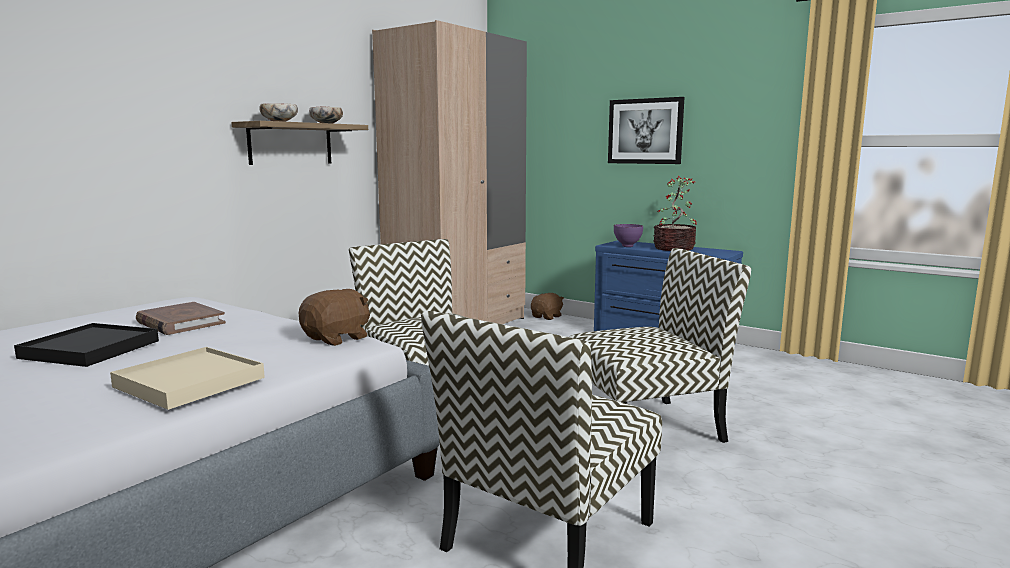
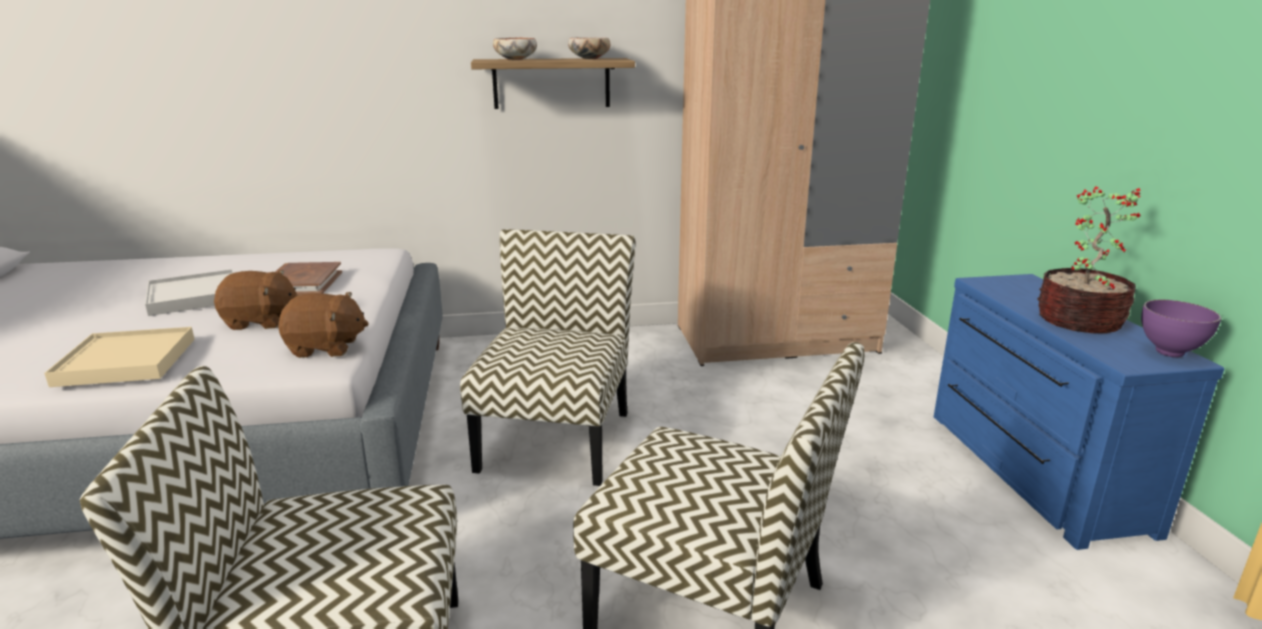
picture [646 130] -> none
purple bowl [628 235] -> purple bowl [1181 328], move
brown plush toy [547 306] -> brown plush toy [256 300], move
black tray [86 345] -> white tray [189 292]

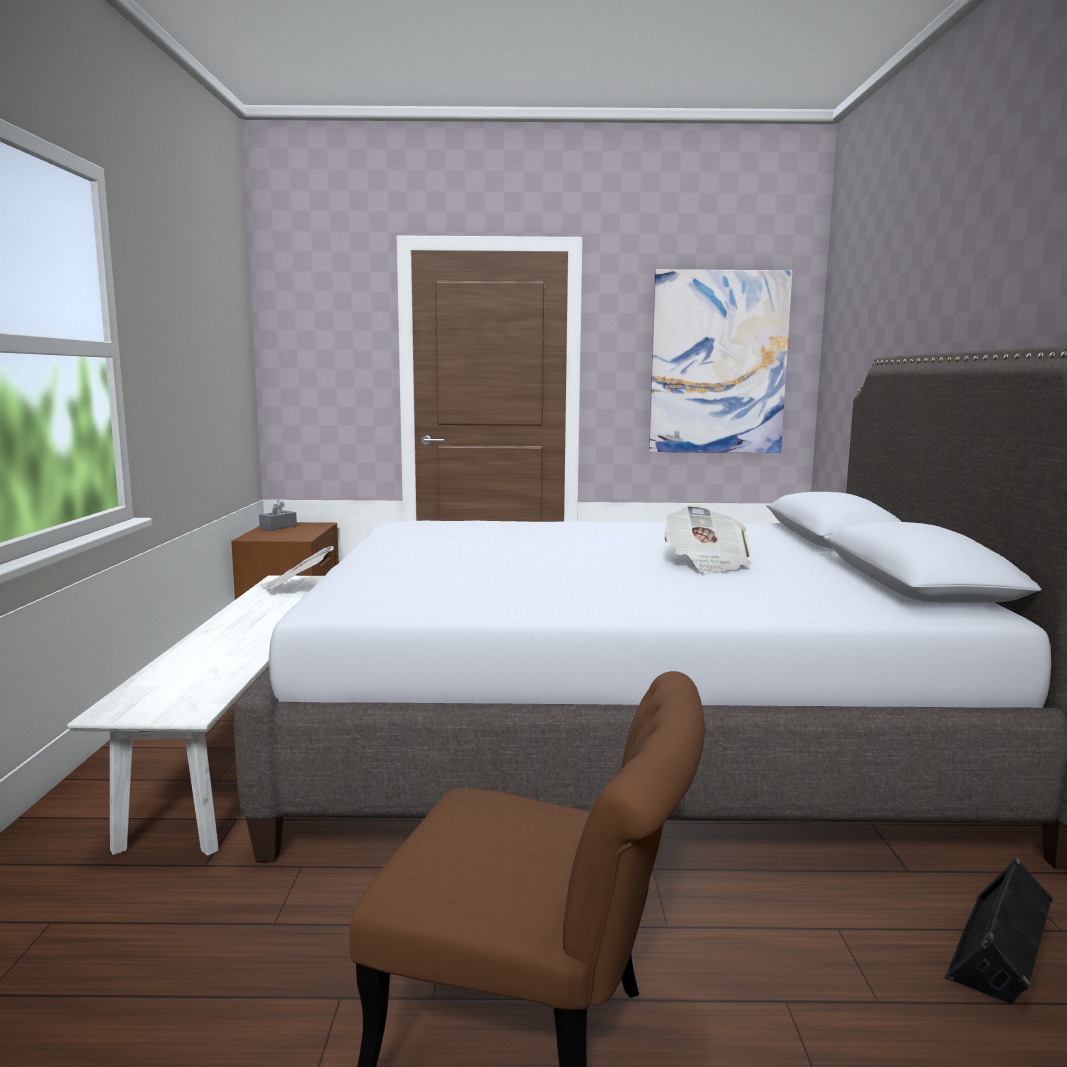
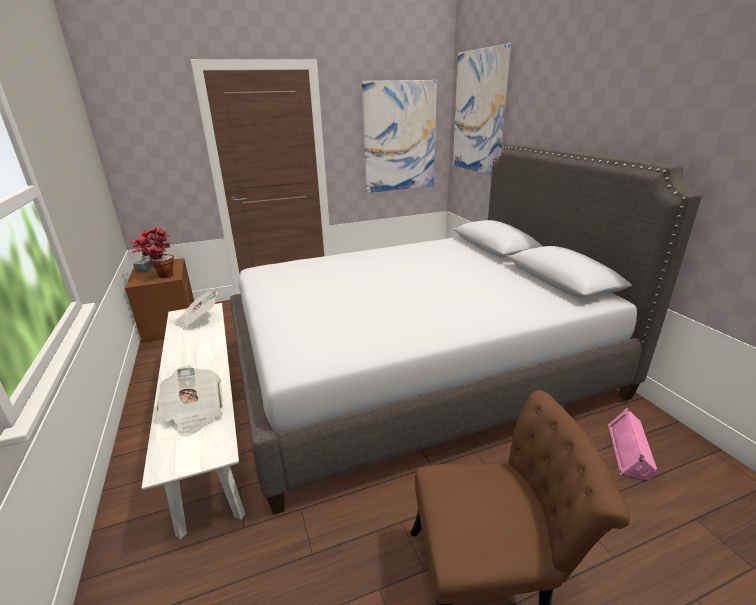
newspaper [707 539] -> newspaper [189 401], move
black speaker [999 930] -> pink speaker [633 444]
none -> picture [482 109]
none -> potted plant [152 253]

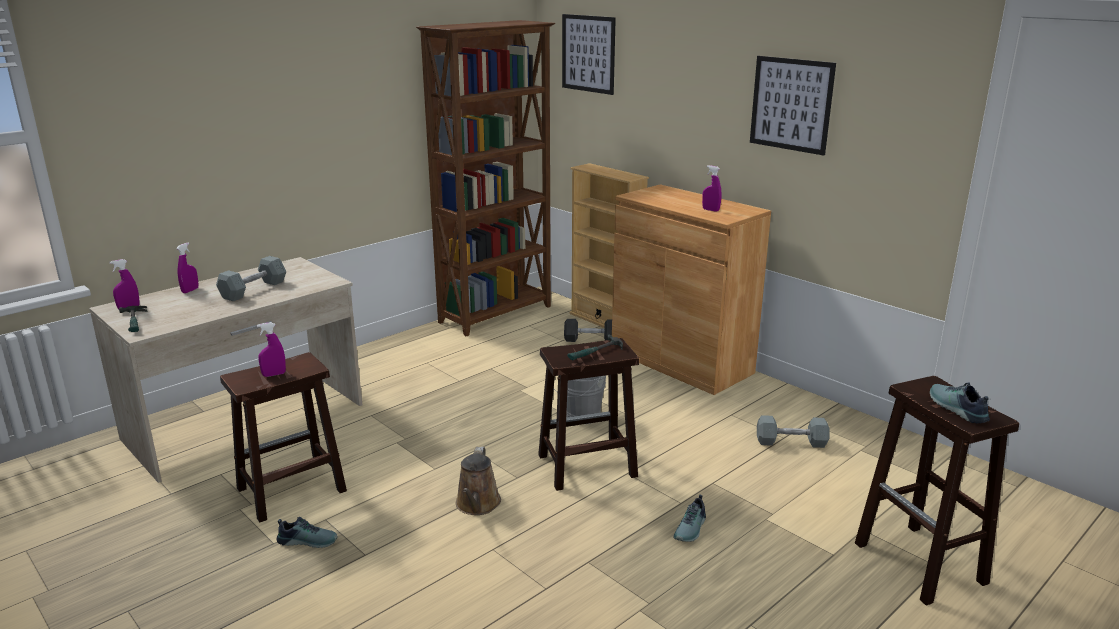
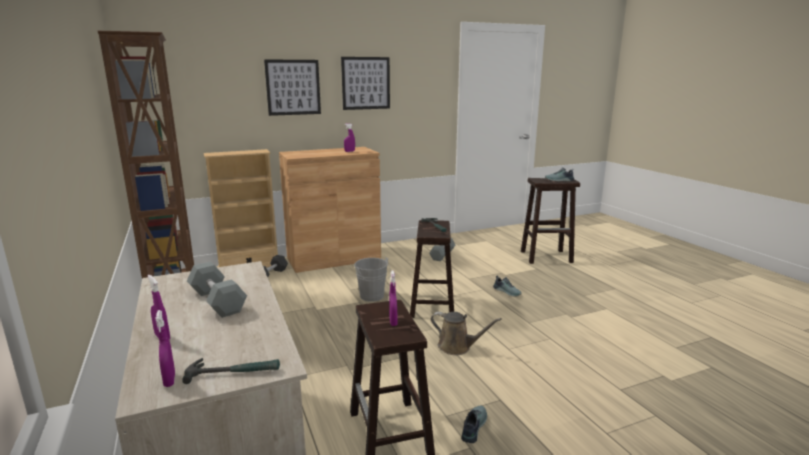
picture [589 54] -> picture [292 87], move

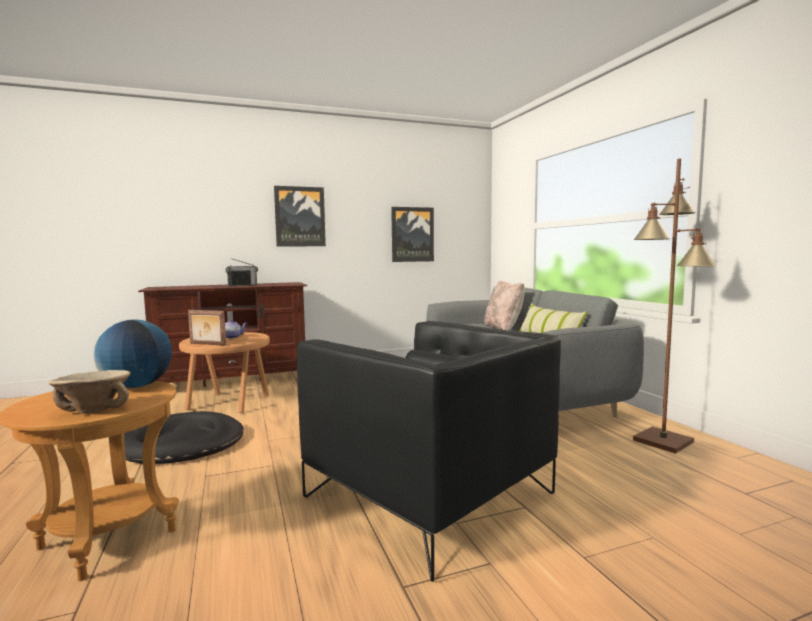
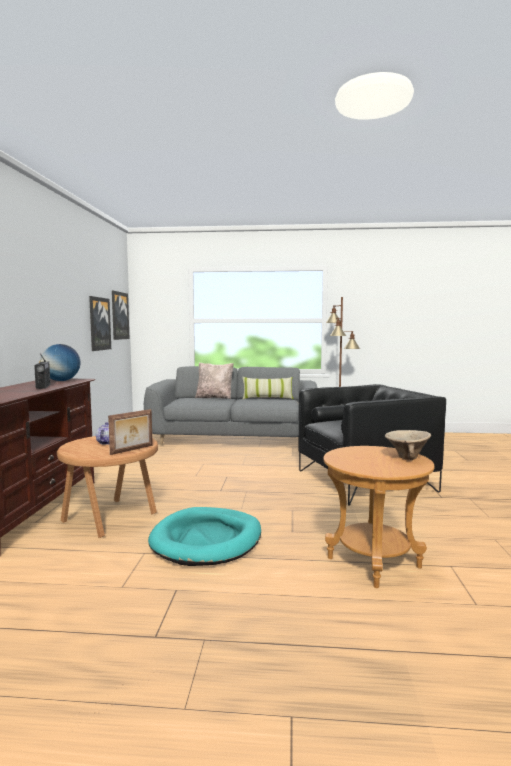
picture [300 216] -> picture [121 315], move
globe [133 354] -> globe [59 362], move
black dog bed [184 437] -> turquoise dog bed [204 536]

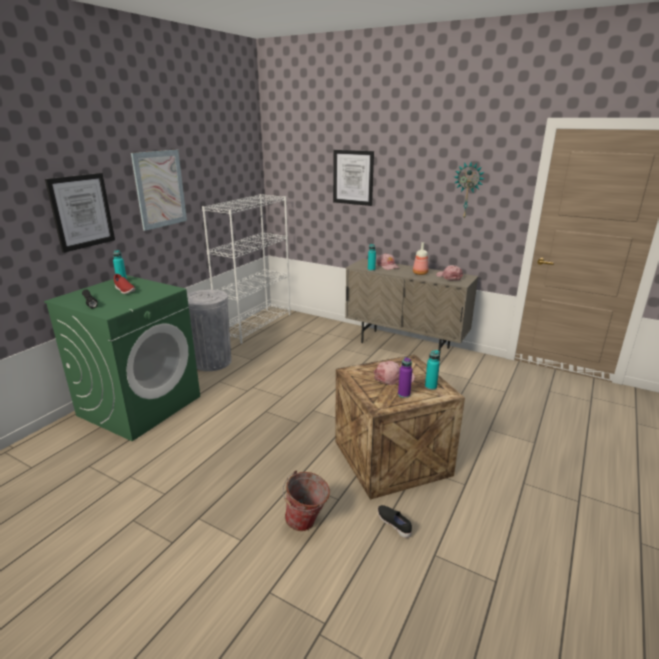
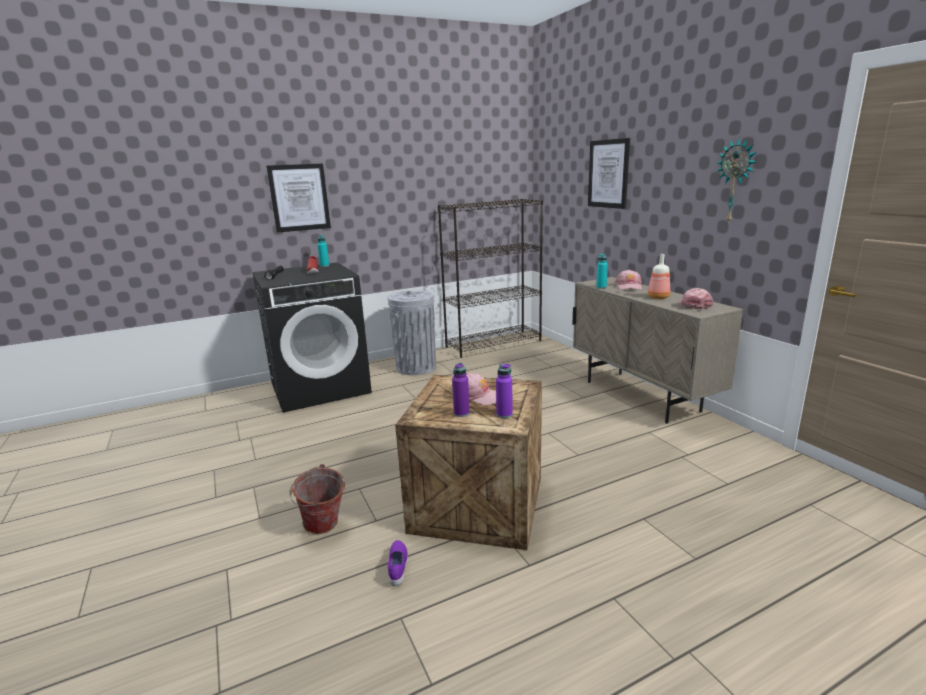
picture [159 190] -> none
white bookcase [246 269] -> black bookcase [490 278]
green washing machine [122 358] -> black washing machine [312 337]
turquoise bottle [432 370] -> purple bottle [504 391]
black shoe [395 521] -> purple shoe [398 563]

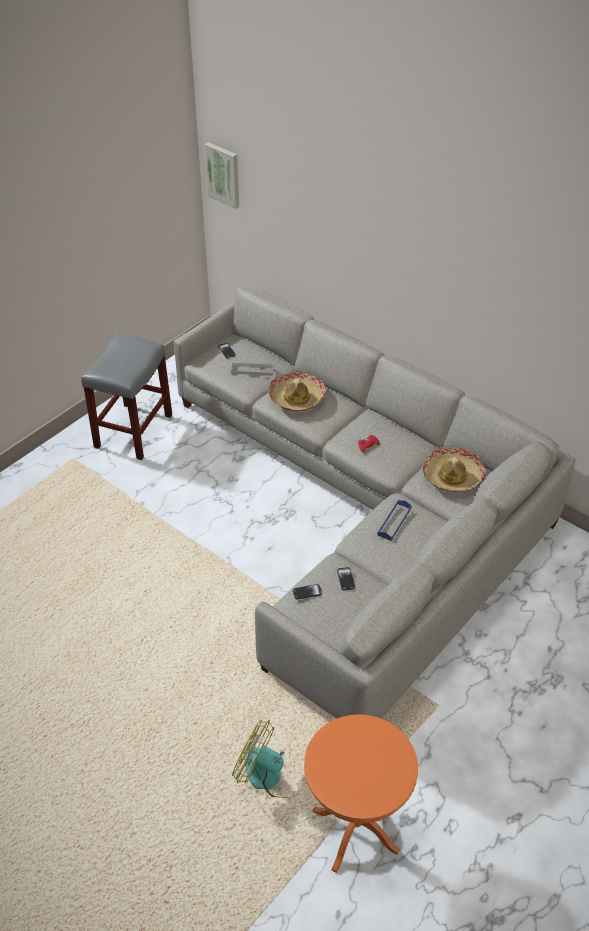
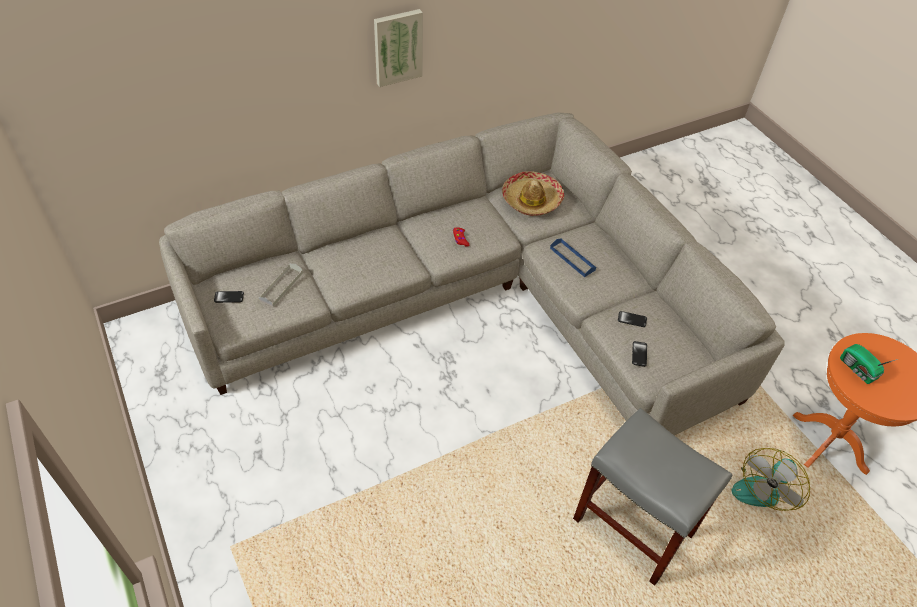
picture [221 175] -> picture [398 48], move
grey stool [126 397] -> grey stool [652 497], move
hat [297 392] -> none
none -> radio [869 364]

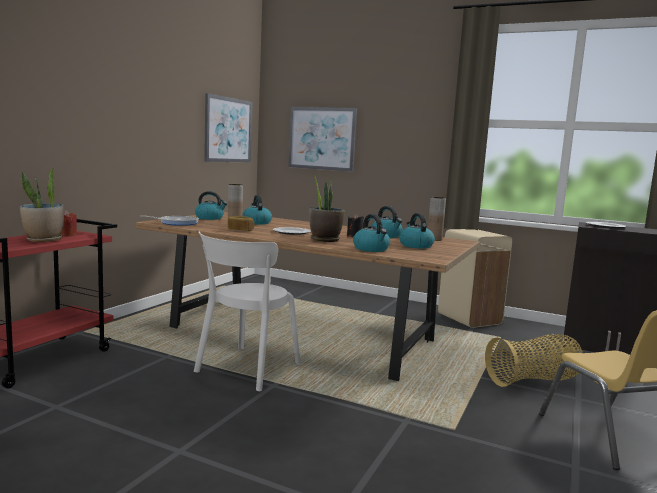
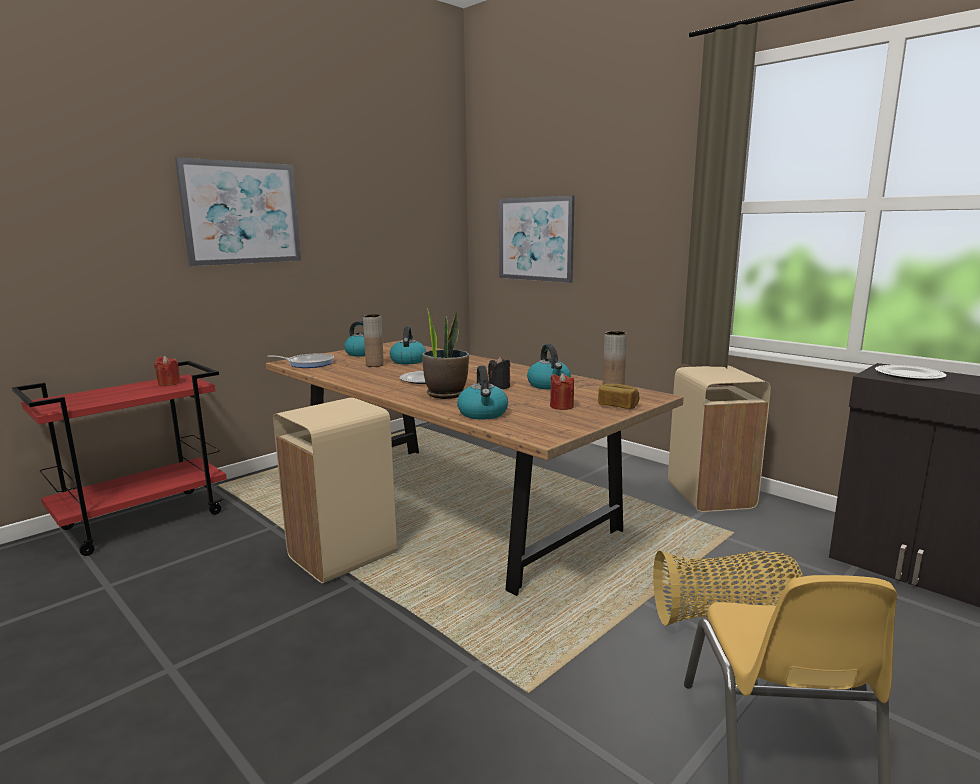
picture [228 127] -> picture [238 211], move
potted plant [42 205] -> none
kettle [417 231] -> red candle [562 391]
bread [241 223] -> bread [618 396], move
white chair [247 311] -> beige trash can [335 490]

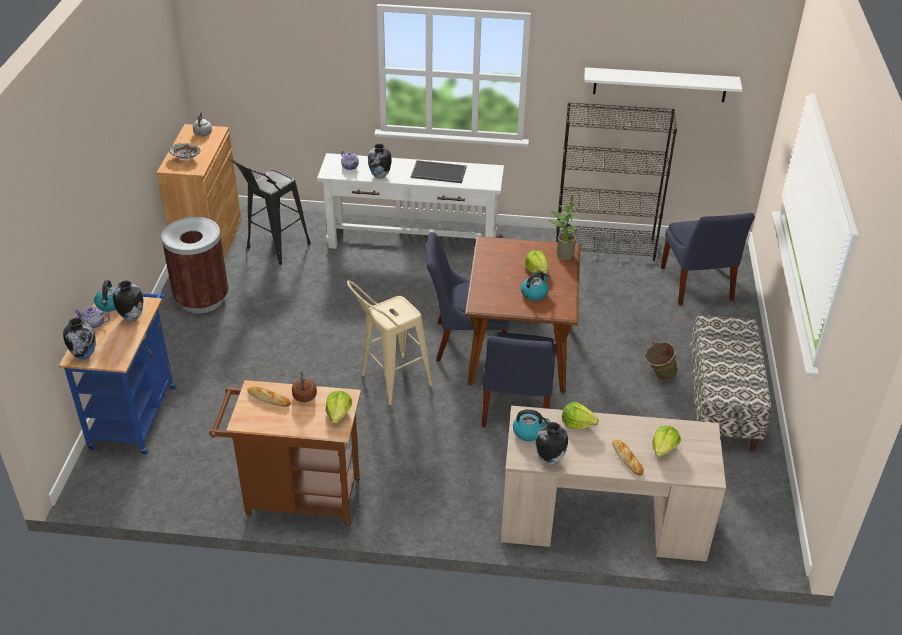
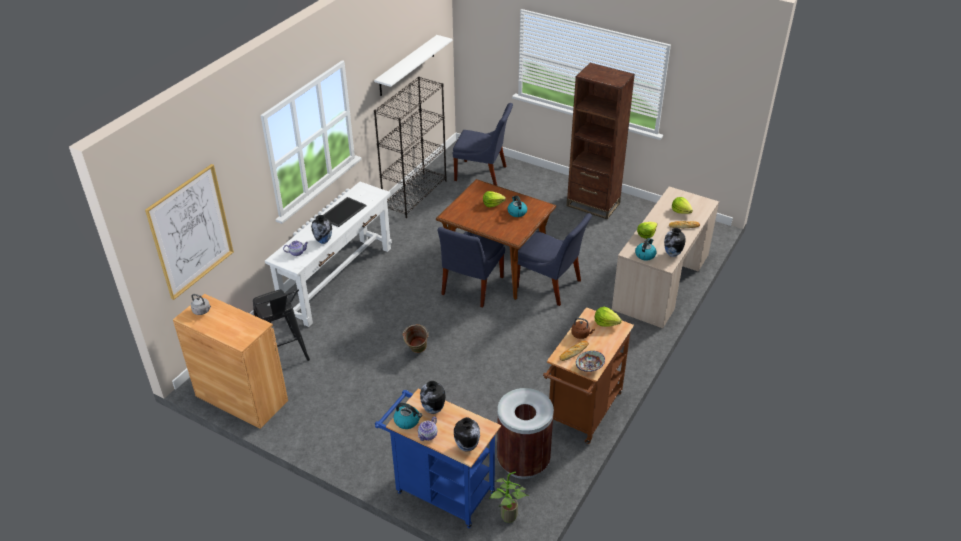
bowl [184 151] -> bowl [590 361], move
potted plant [564 227] -> potted plant [509 497], move
brown trash can [195 265] -> brown trash can [525 433], move
beige stool [389 342] -> none
bench [730 383] -> brown bookcase [601 141]
green bucket [661 361] -> green bucket [415 338], move
none -> picture [189 232]

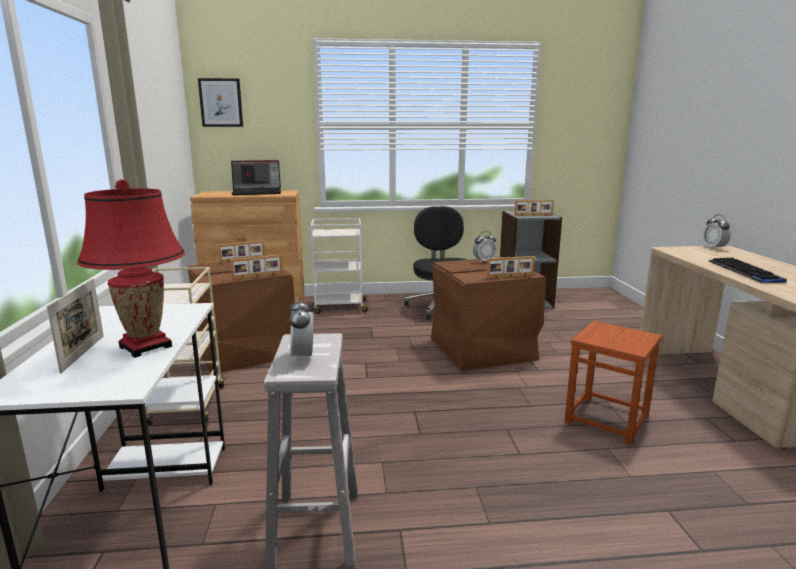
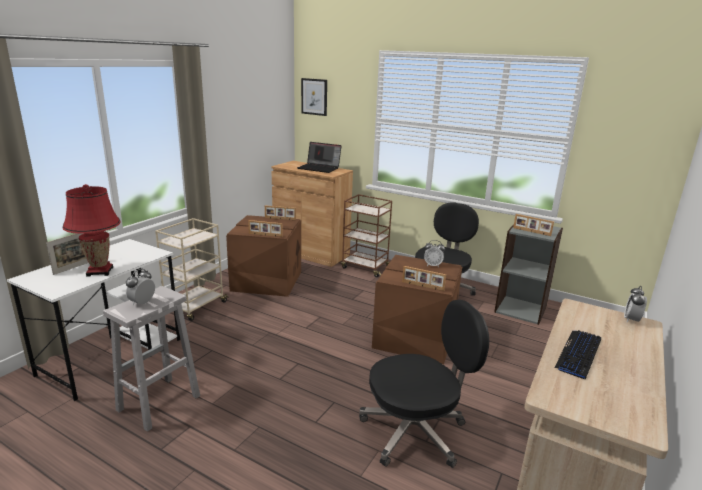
white cart [340 266] -> brown cart [366 235]
brown stool [613 383] -> black office chair [424 384]

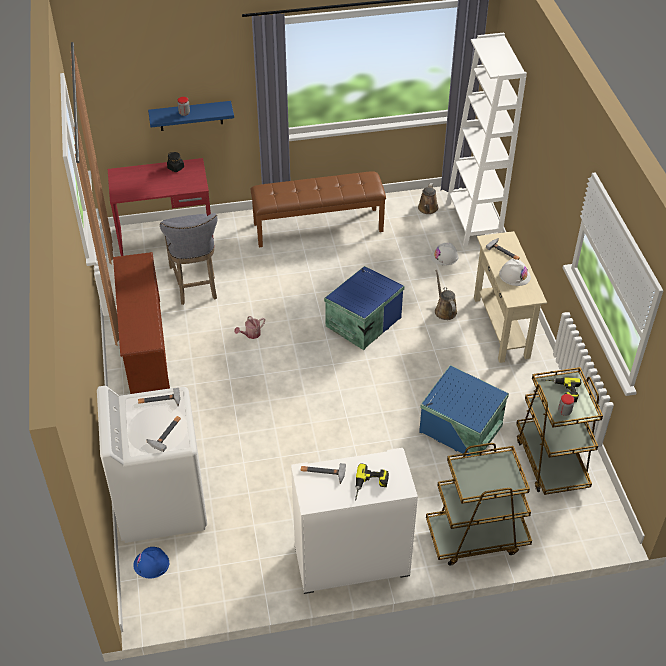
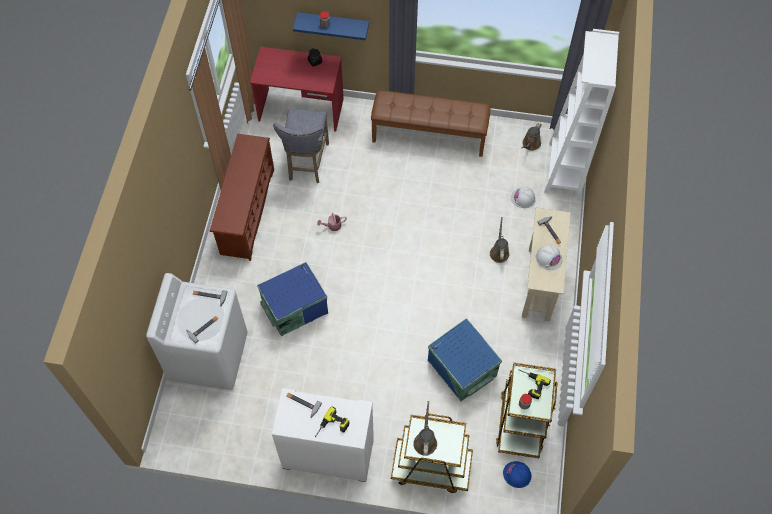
blue storage box [364 308] -> blue storage box [292 299], move
blue hard hat [151 562] -> blue hard hat [517 474], move
none -> brown watering can [425 428]

